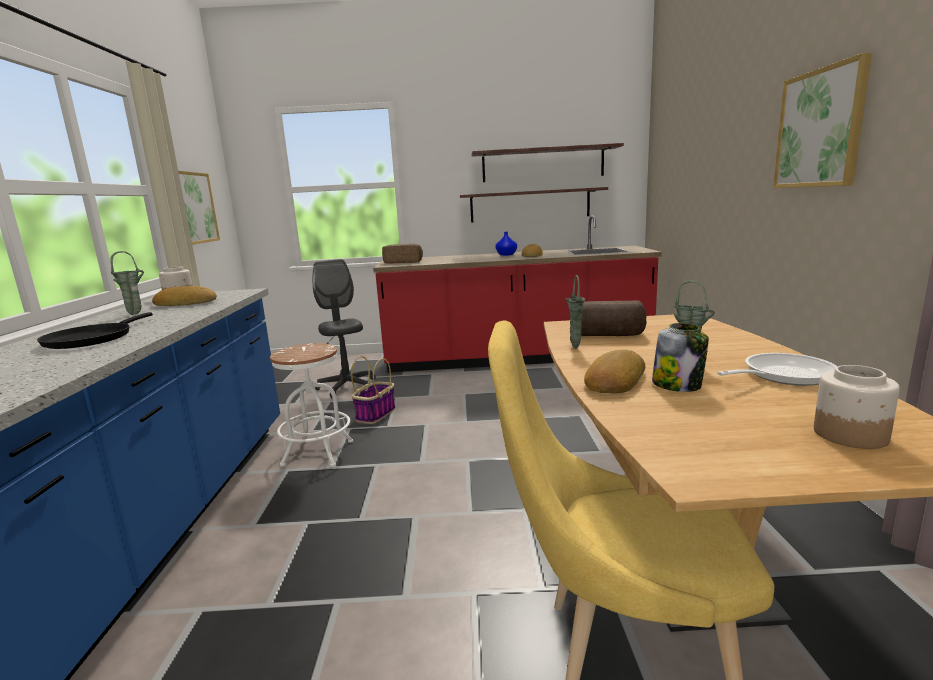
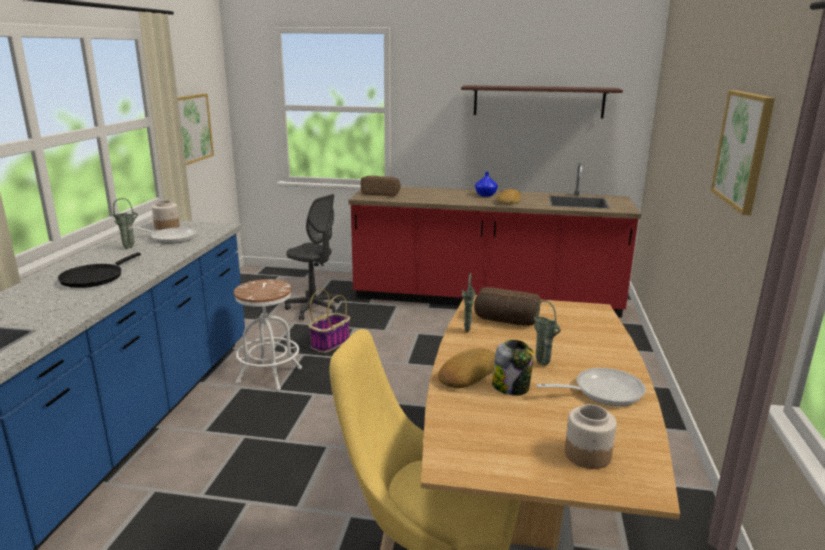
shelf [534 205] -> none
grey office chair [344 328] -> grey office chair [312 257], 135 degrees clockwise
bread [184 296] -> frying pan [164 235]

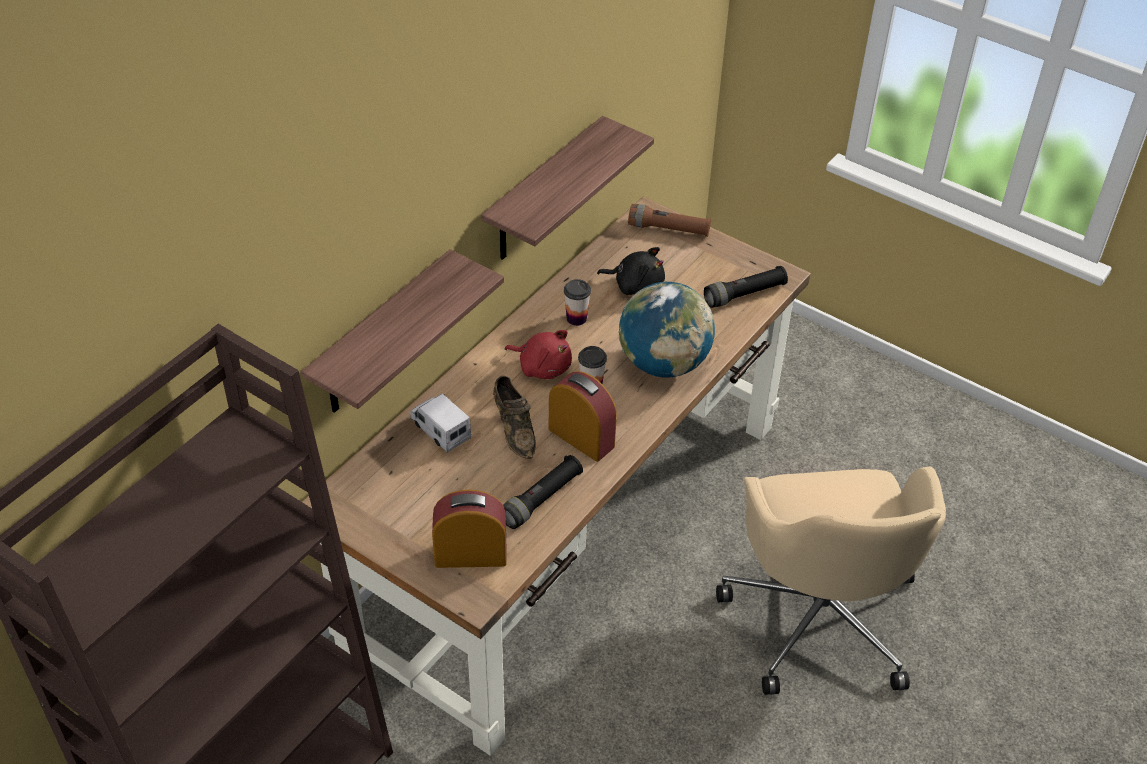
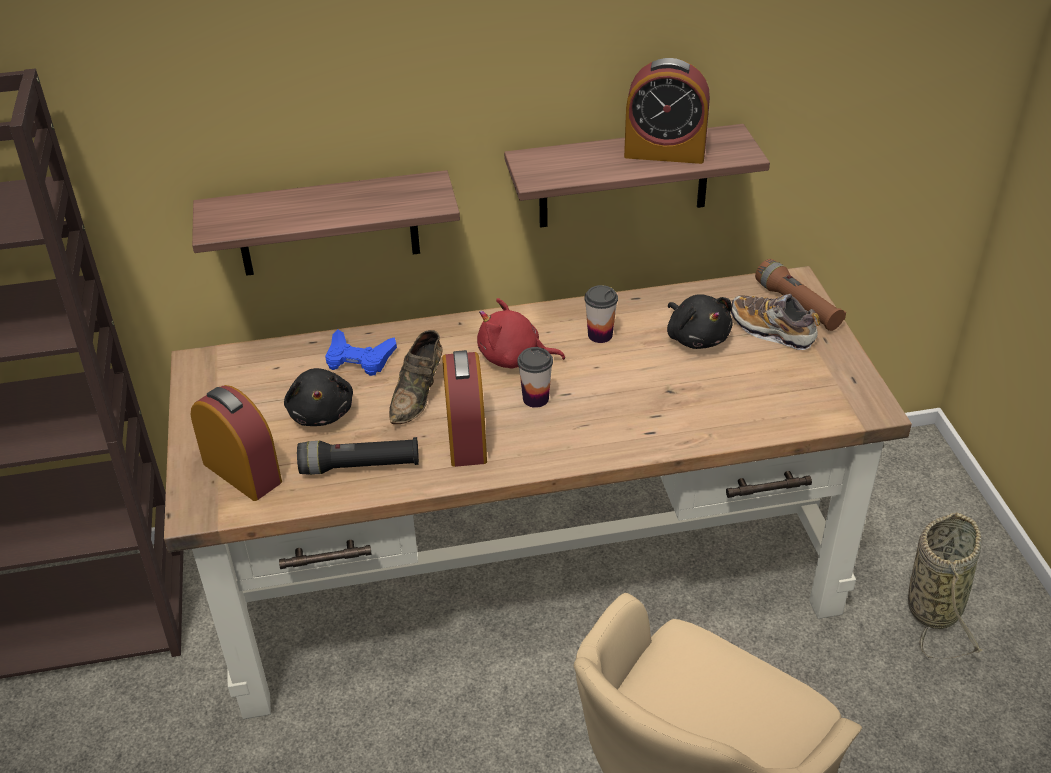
black flashlight [746 287] -> none
globe [666 330] -> none
red plush toy [538 354] -> red plush toy [521 333], 120 degrees clockwise
toy truck [440 423] -> blue game controller [361 353]
none -> alarm clock [667 111]
none -> shoe [775 322]
none -> black plush toy [318 397]
none -> basket [945 585]

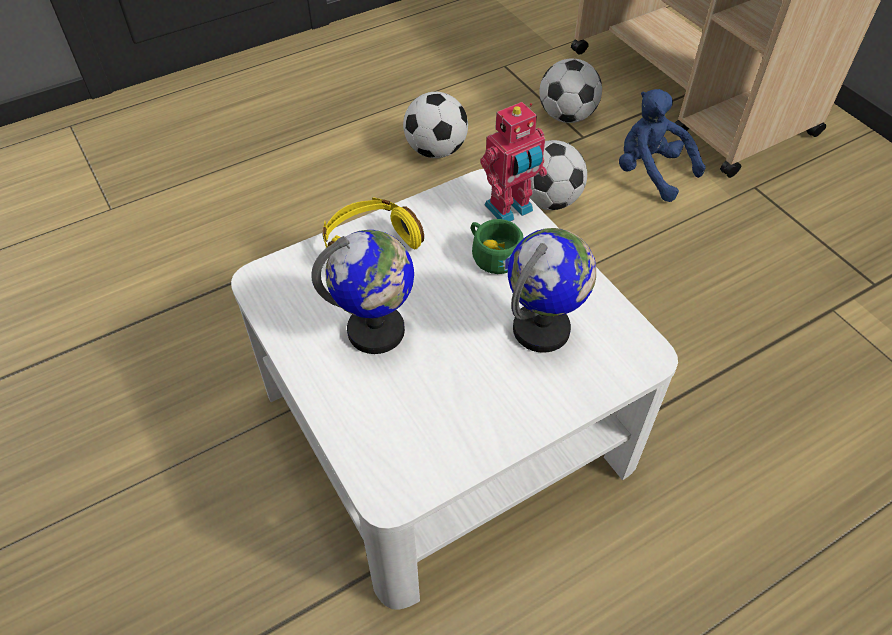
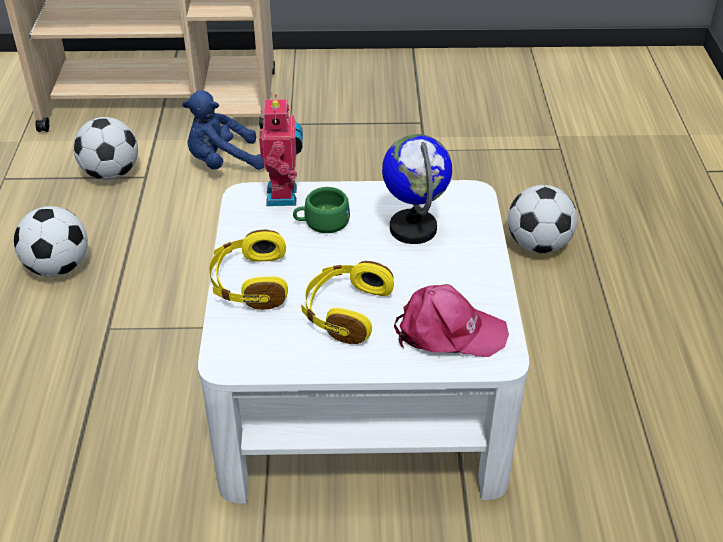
football [558 175] -> football [542 219], move
globe [362 292] -> yellow headphones [347 302]
none -> pink cap [451 320]

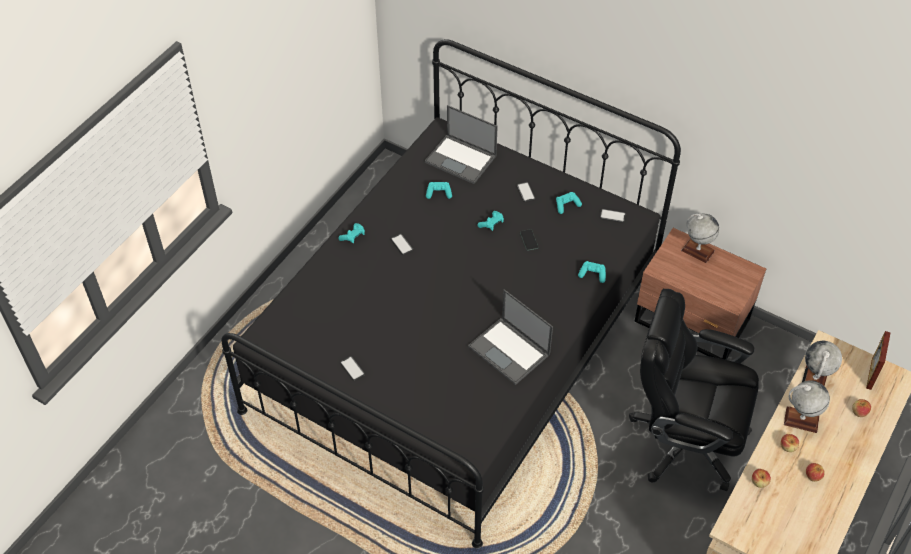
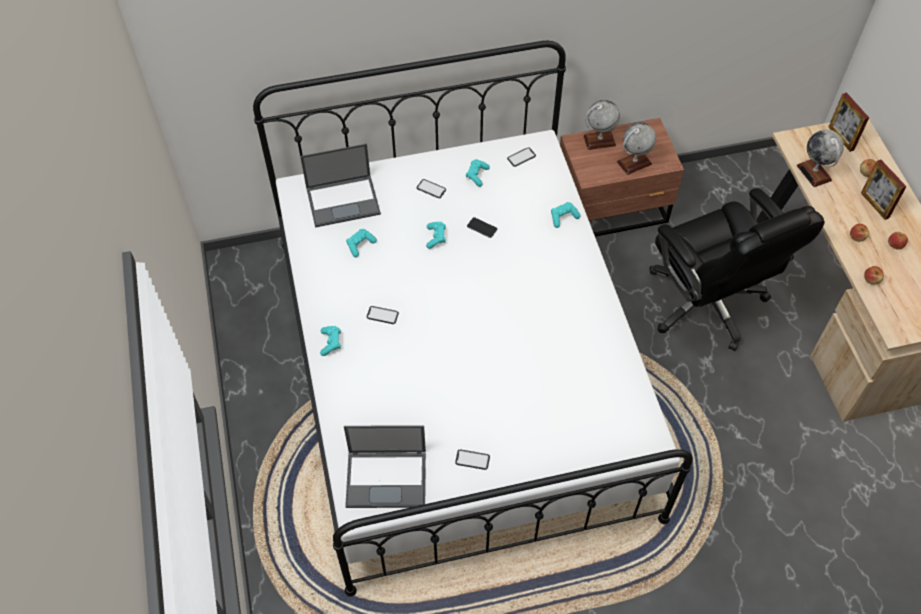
black bed [451 294] -> white bed [473 319]
laptop [510 337] -> laptop [385 466], move
black office chair [694 390] -> black office chair [737 269], 90 degrees counterclockwise
globe [807 406] -> globe [636 148], move
none -> picture frame [884 190]

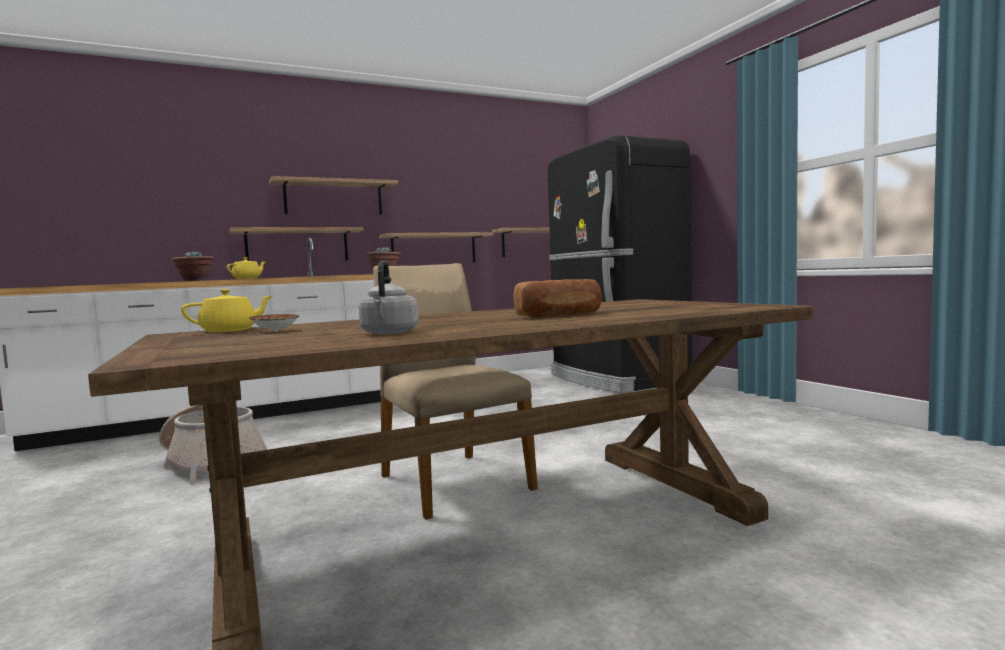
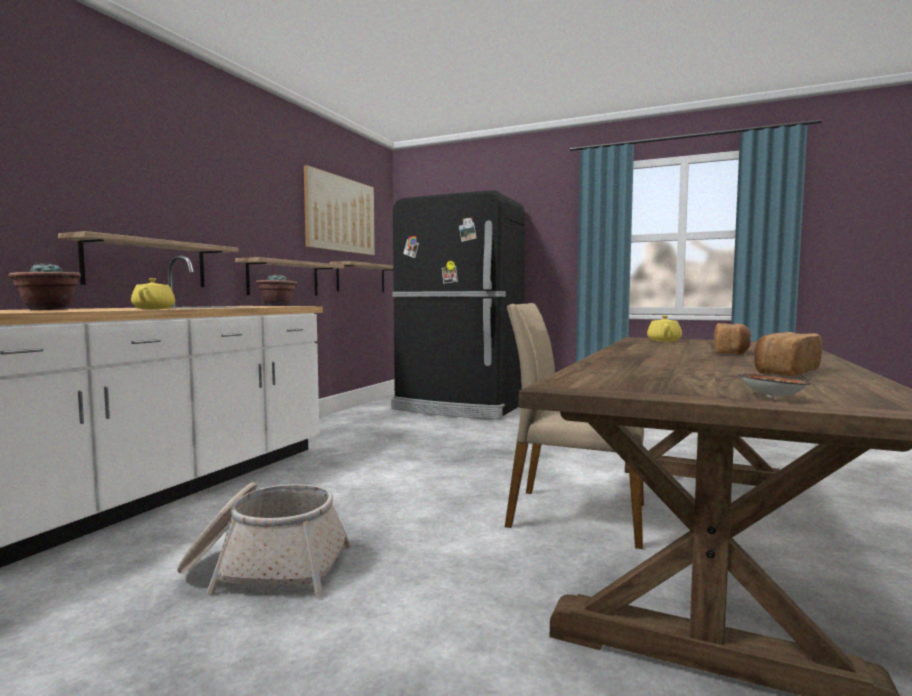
shelf [333 195] -> none
grey kettle [389 298] -> bread [788 354]
yellow teapot [227 310] -> yellow teapot [664 328], move
bowl [274 322] -> bowl [774 386], move
none -> picture [339 210]

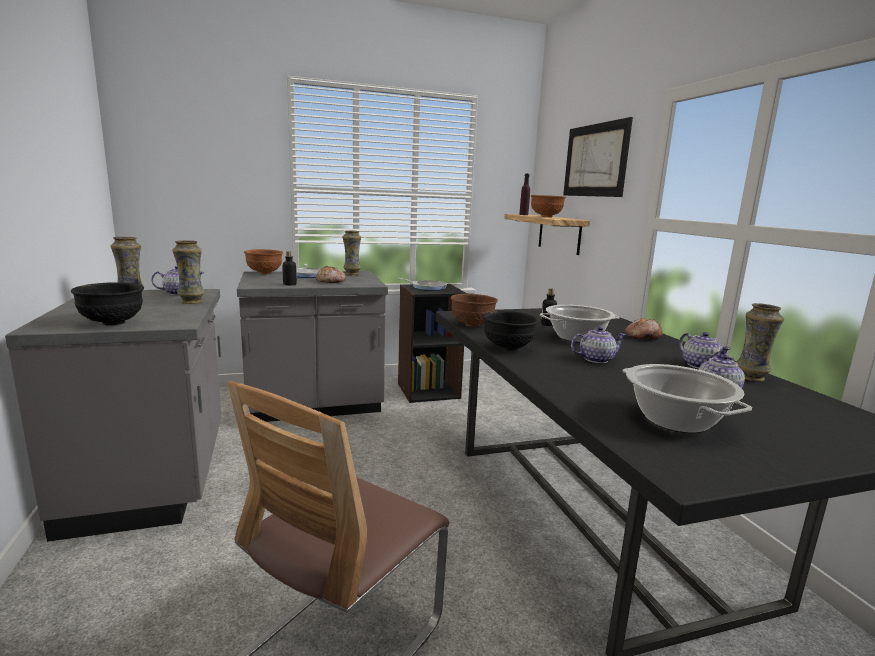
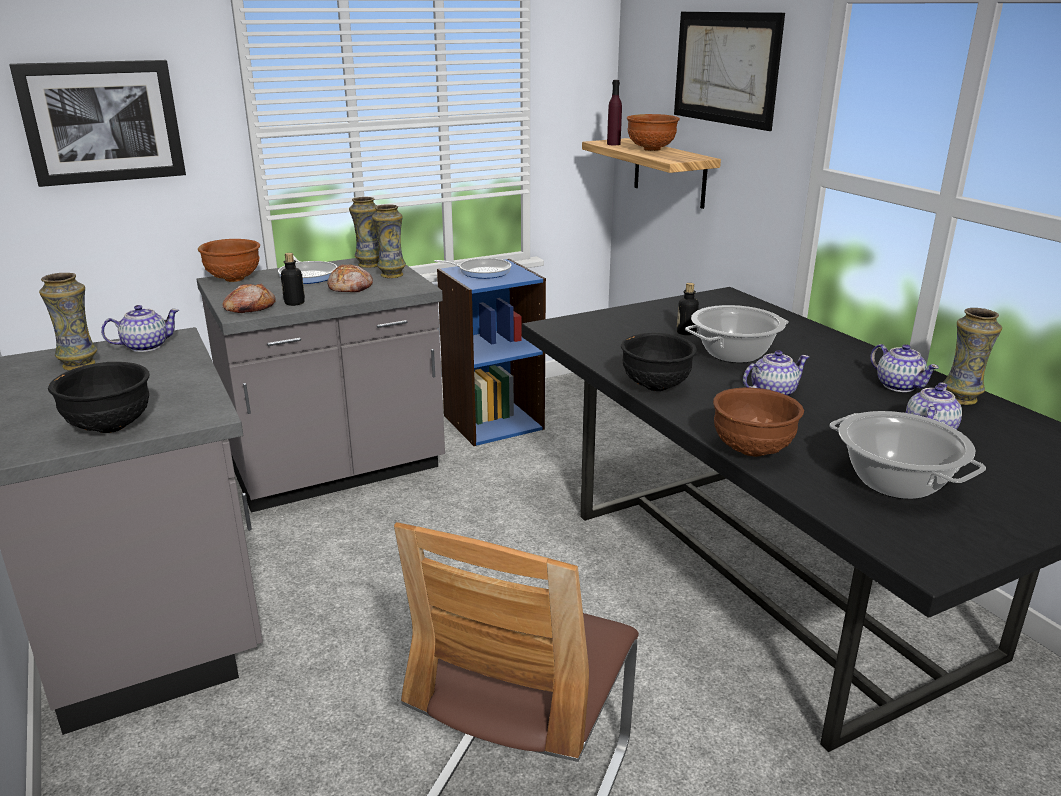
vase [188 272] -> vase [389 241], move
black bookcase [432 343] -> blue bookcase [491 352]
brown bowl [474 310] -> brown bowl [758 422], move
bread [643 328] -> bread [249 298], move
none -> picture [97 123]

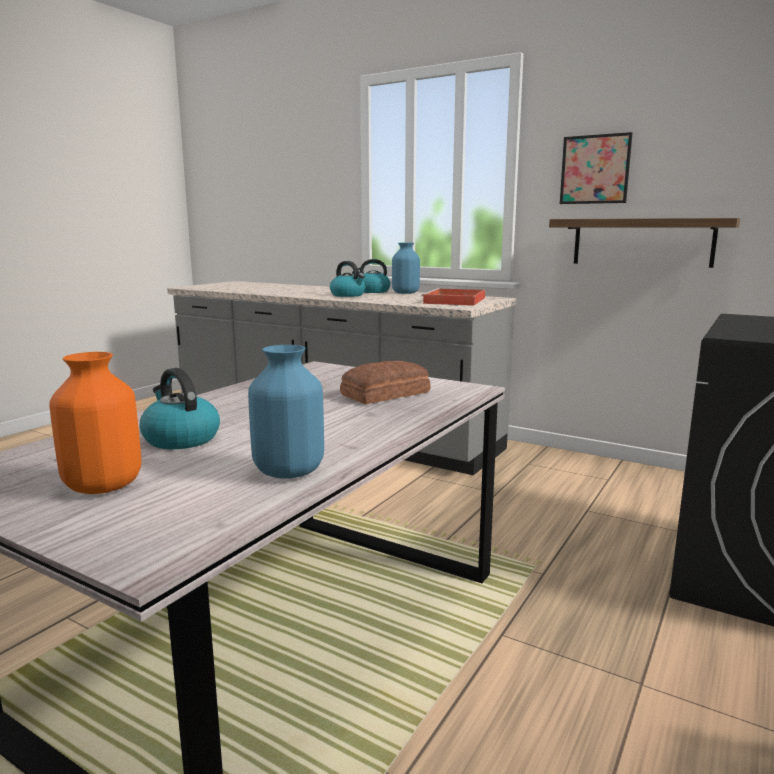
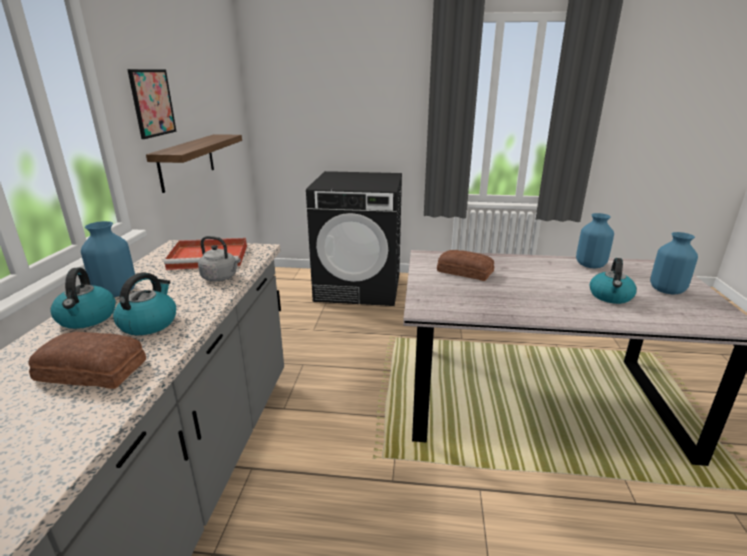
orange vase [95 423] -> blue vase [674 263]
none -> grey kettle [219 258]
none -> bread [87 360]

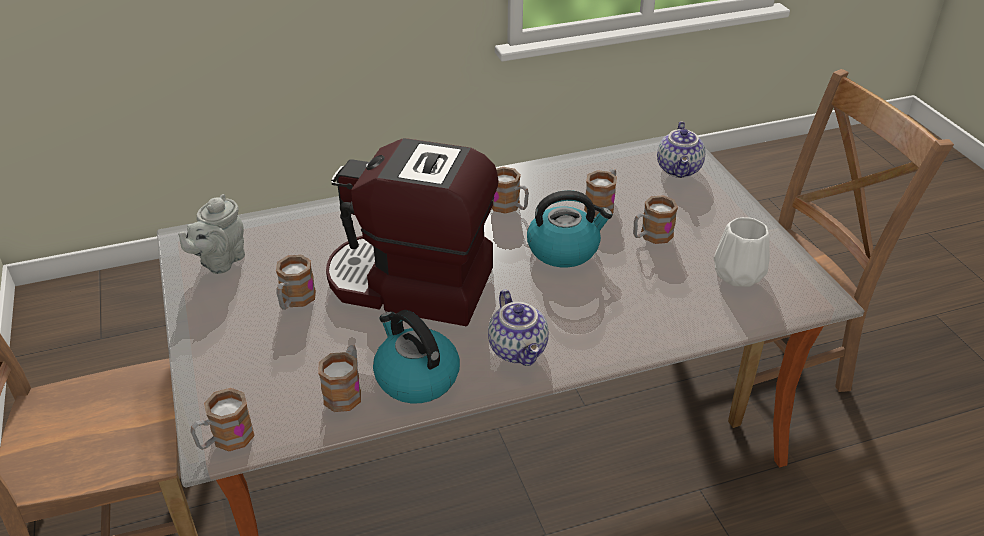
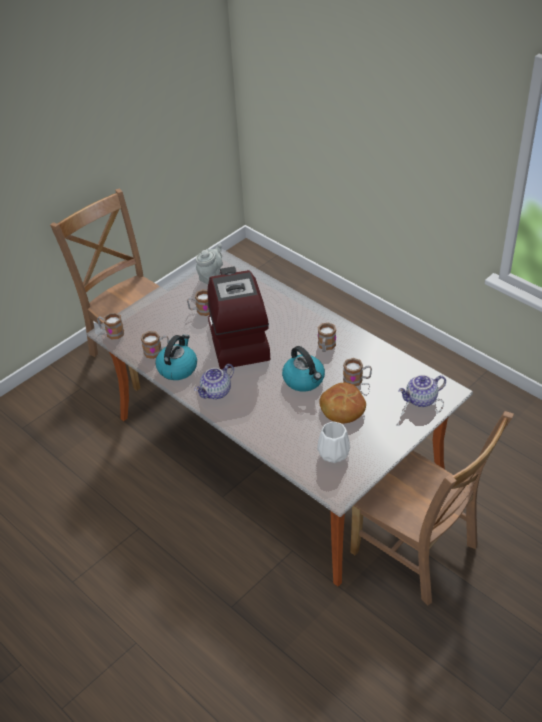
grey teapot [211 234] -> grey teapot [209 264], 120 degrees clockwise
mug [655 219] -> bread [342 403]

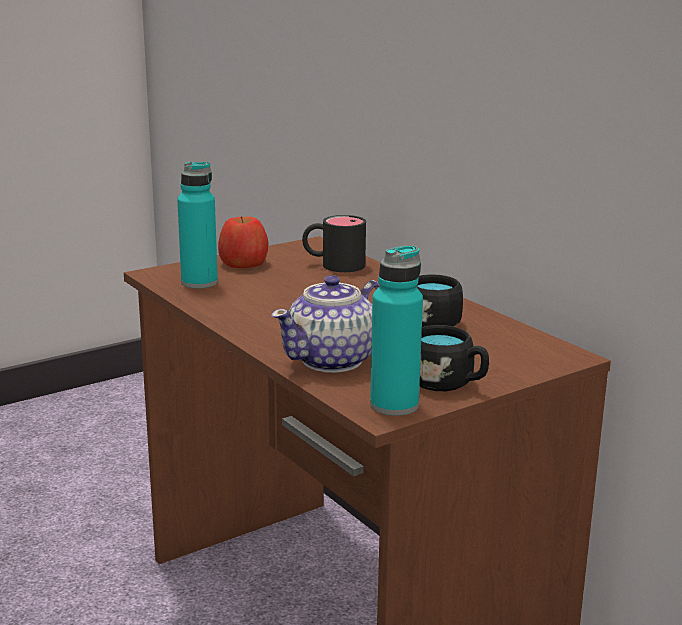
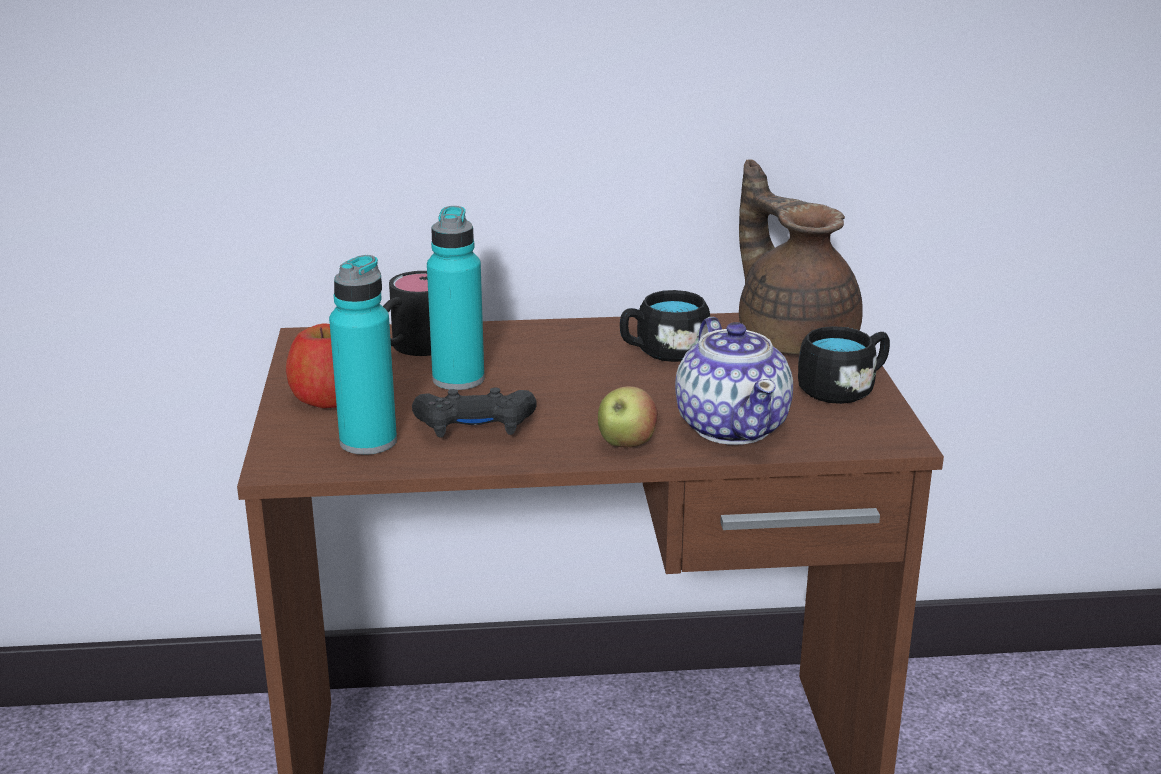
turquoise bottle [396 330] -> turquoise bottle [456 298], move
none -> brown teapot [801 257]
none -> apple [628 417]
none -> black game controller [474 413]

